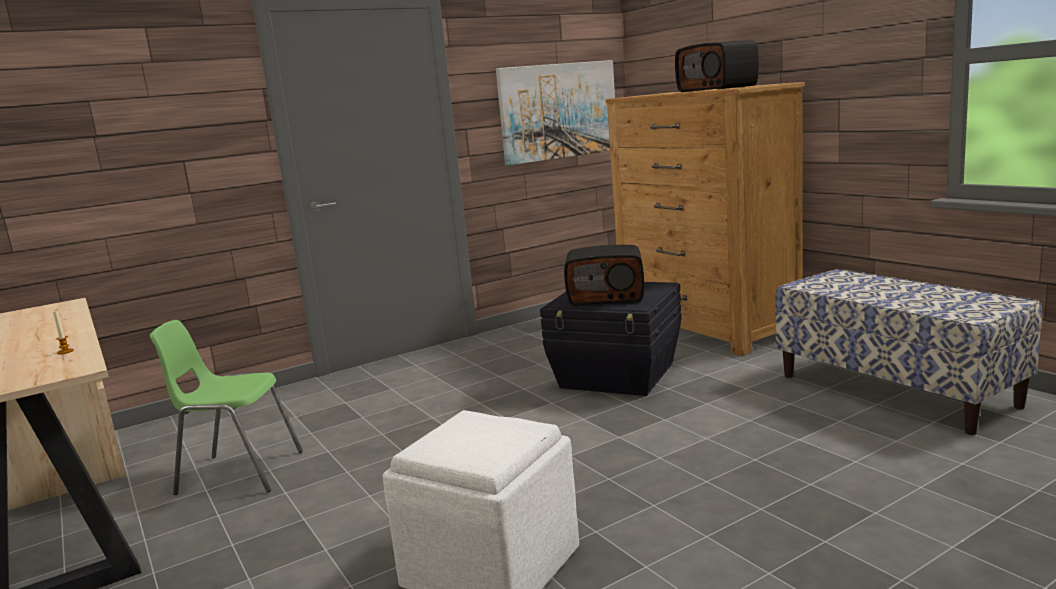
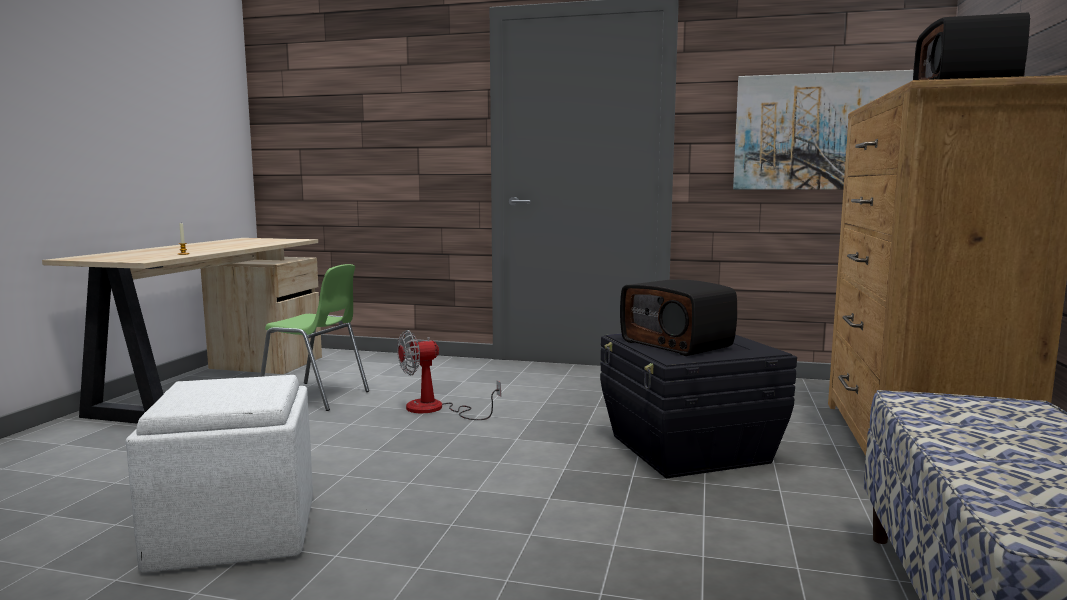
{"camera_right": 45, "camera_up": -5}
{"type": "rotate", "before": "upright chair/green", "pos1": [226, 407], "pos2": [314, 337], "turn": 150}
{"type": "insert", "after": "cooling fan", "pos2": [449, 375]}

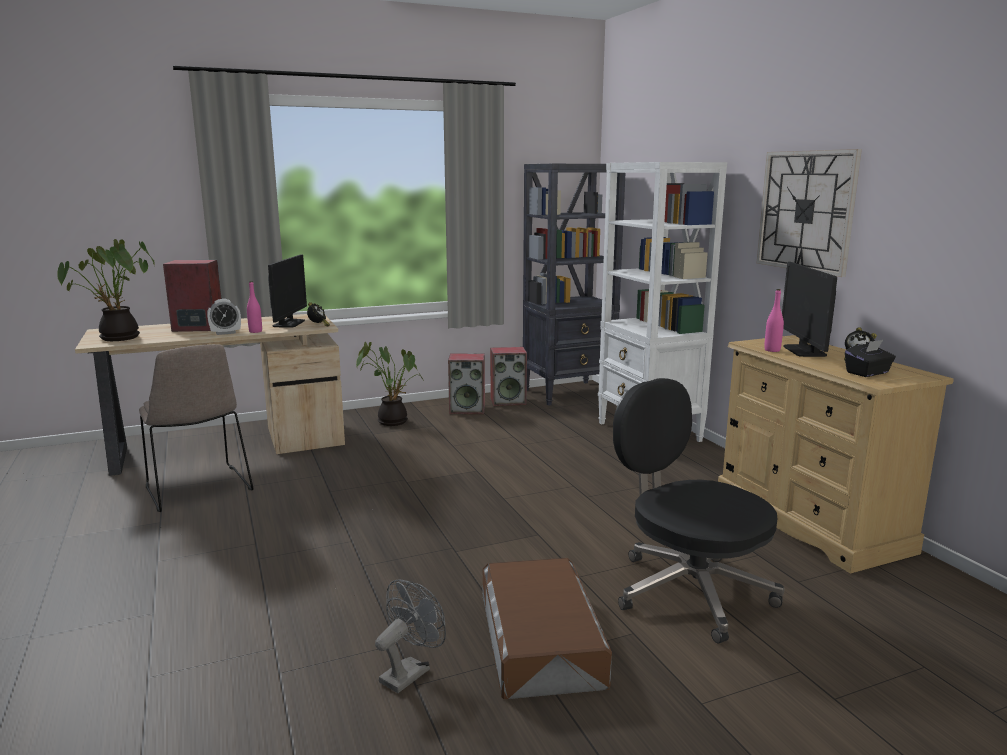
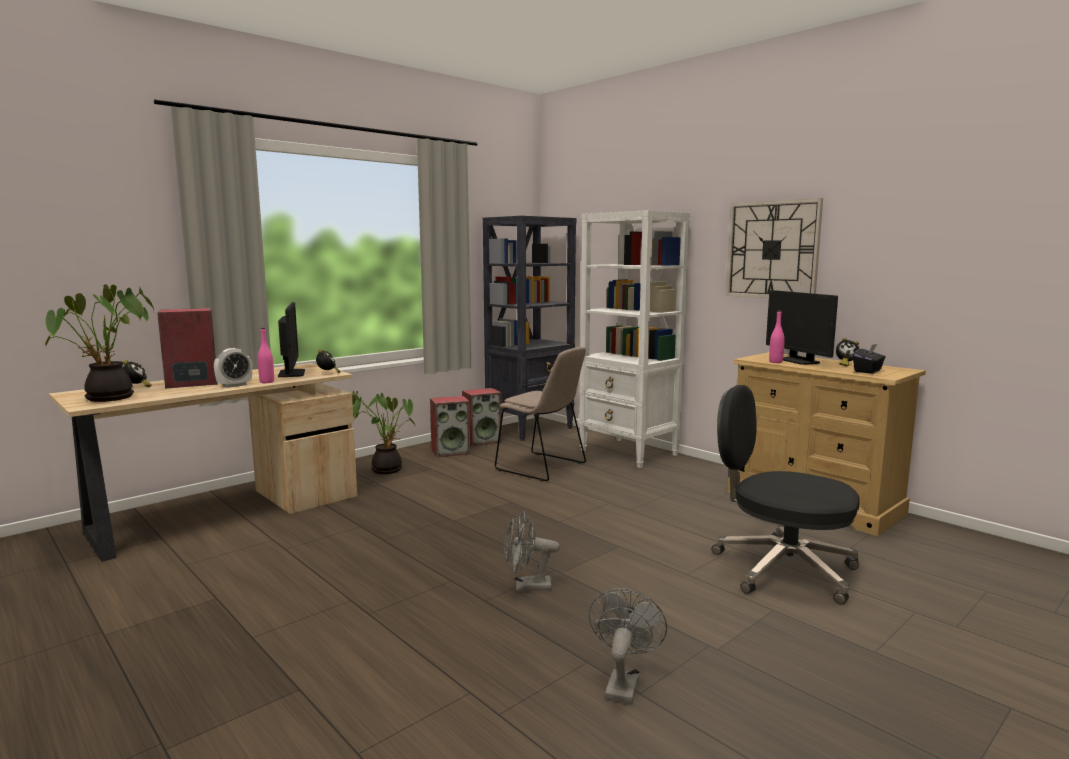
{"camera_right": -20, "camera_up": -5}
{"type": "move", "before": "upright chair/beige", "pos1": [196, 428], "pos2": [540, 414]}
{"type": "delete", "before": "storage bin/brown", "pos1": [547, 628]}
{"type": "insert", "after": "alarm clock", "pos2": [137, 373]}
{"type": "insert", "after": "cooling fan/gray", "pos2": [532, 551]}

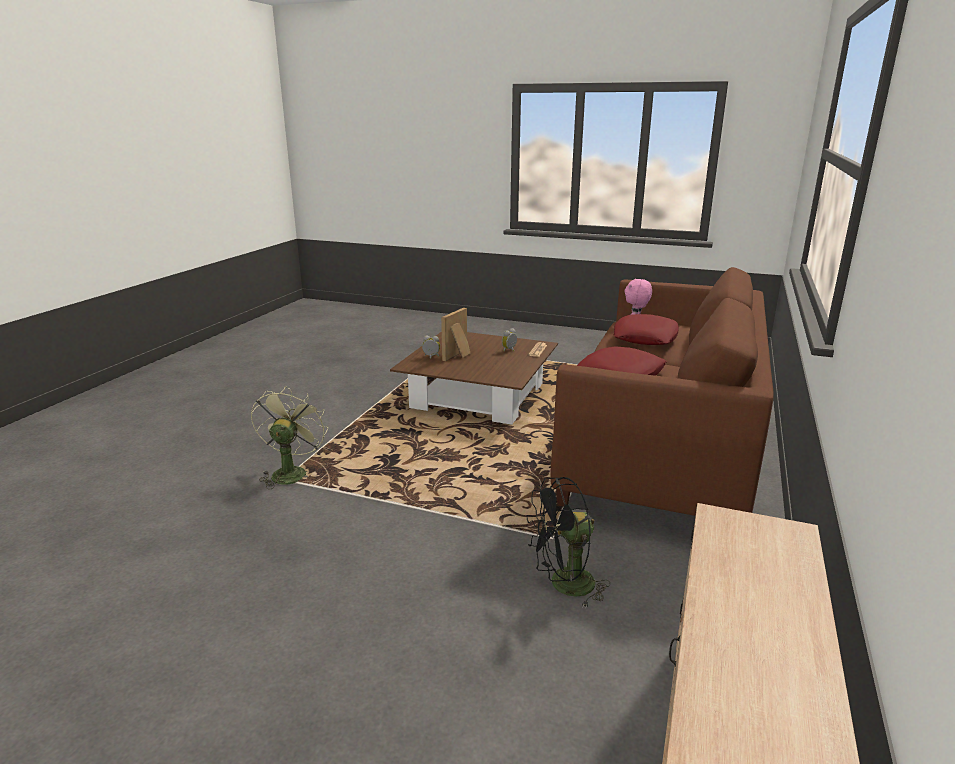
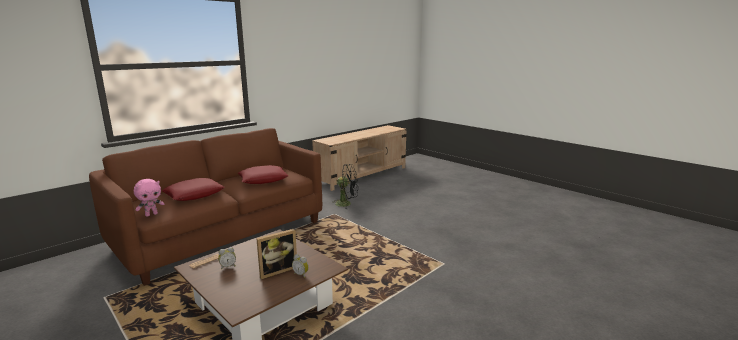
{"camera_right": -155, "camera_up": -5}
{"type": "delete", "before": "cooling fan/green", "pos1": [289, 437]}

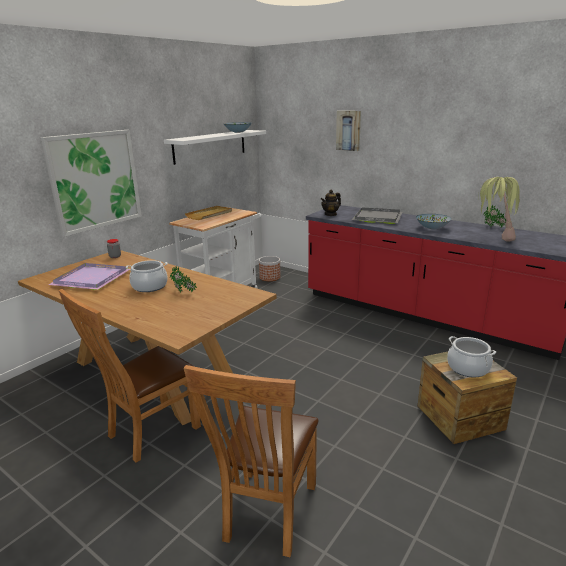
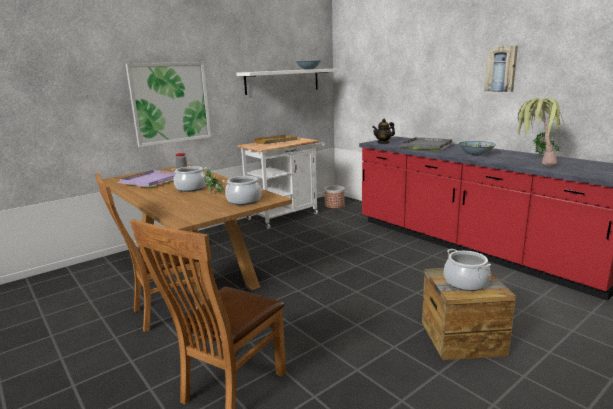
{"camera_right": 15, "camera_up": -5}
{"type": "move", "before": "picture", "pos1": [348, 131], "pos2": [501, 69]}
{"type": "insert", "after": "cooking pot", "pos2": [242, 190]}

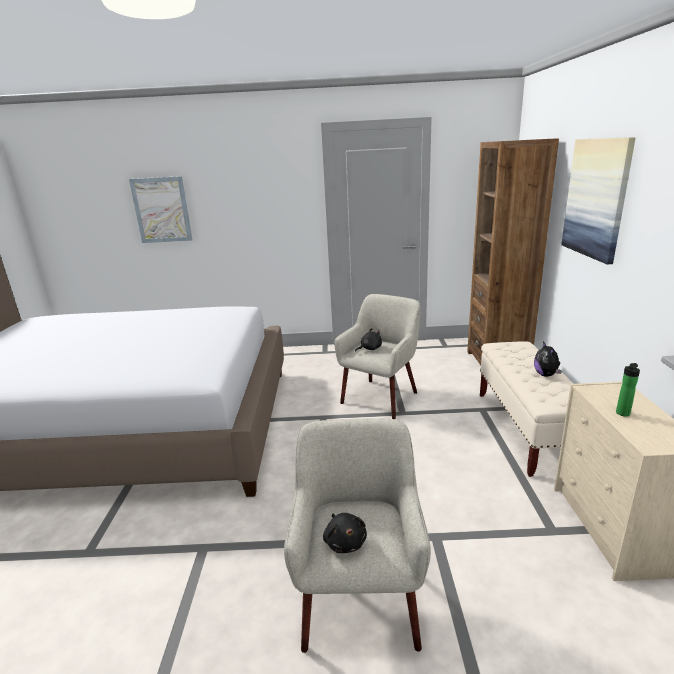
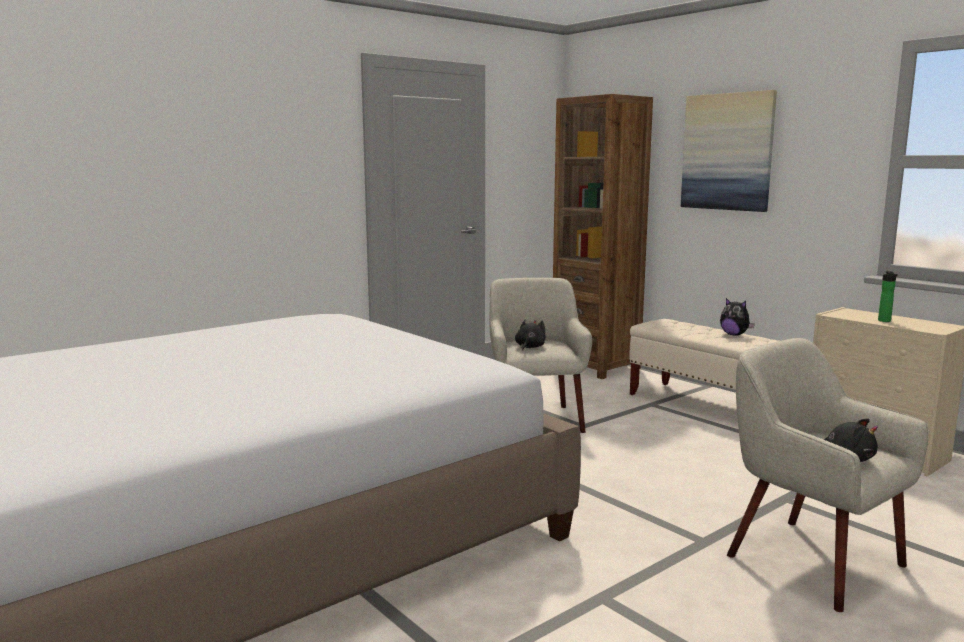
{"camera_right": -40, "camera_up": -10}
{"type": "delete", "before": "picture", "pos1": [160, 209]}

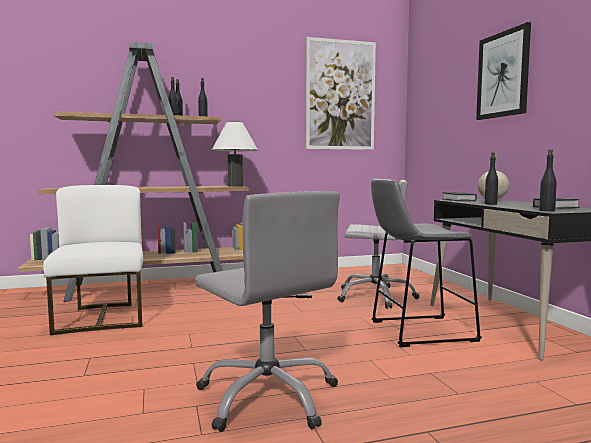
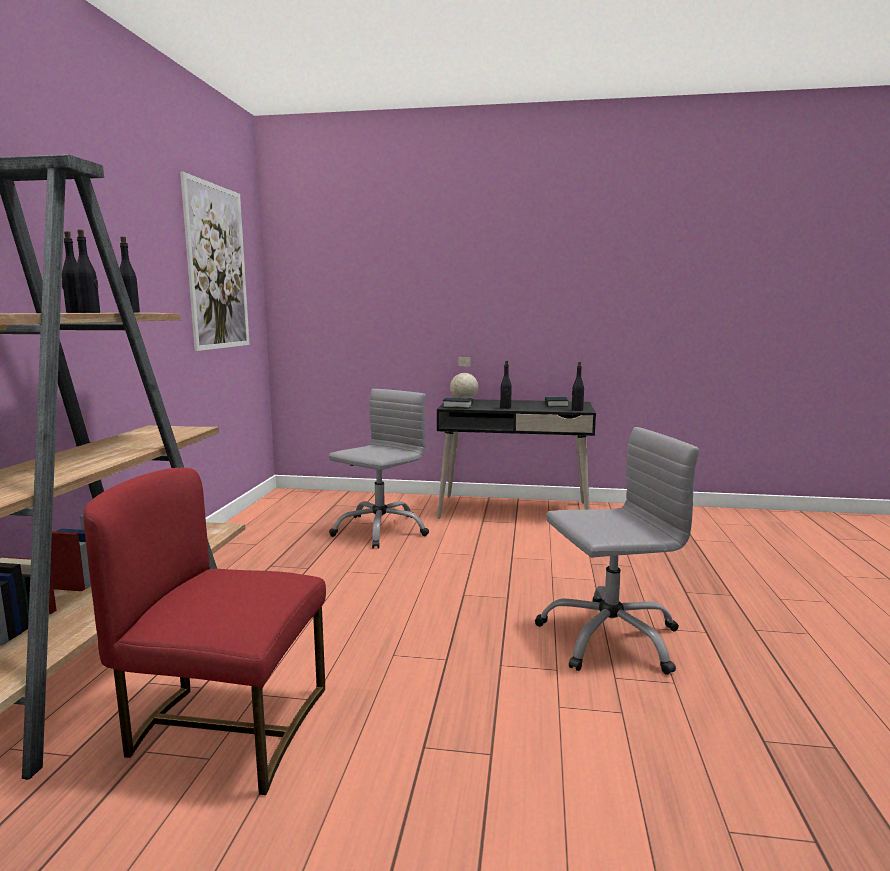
{"camera_right": -65, "camera_up": 5}
{"type": "recolor", "before": "upright chair/white", "after": "upright chair/red-coloured", "pos1": [93, 260], "pos2": [204, 631]}
{"type": "delete", "before": "tabletop lamp/white", "pos1": [235, 154]}
{"type": "delete", "before": "sitting stool/gray", "pos1": [426, 263]}
{"type": "delete", "before": "picture", "pos1": [503, 71]}

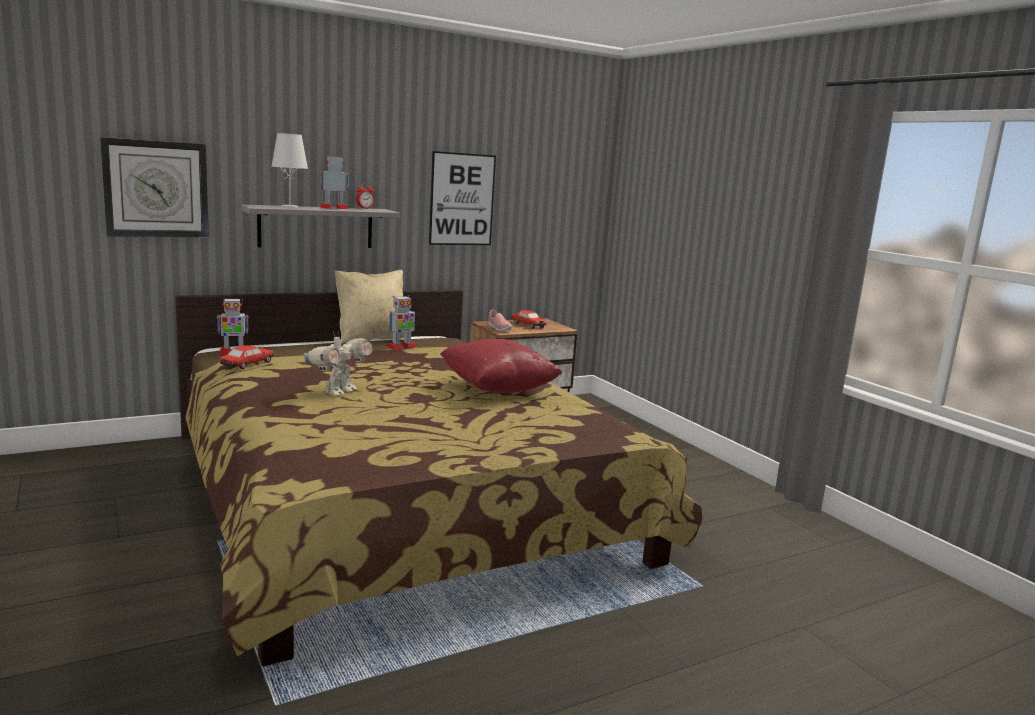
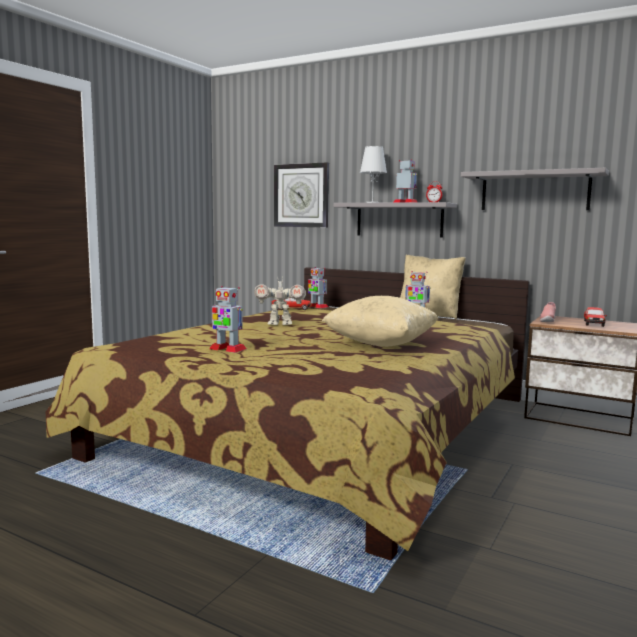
{"camera_right": 60, "camera_up": -5}
{"type": "replace", "before": "picture", "after": "shelf/gray", "pos1": [462, 198], "pos2": [535, 189]}
{"type": "recolor", "before": "cushion/red-coloured", "after": "cushion/beige", "pos1": [501, 366], "pos2": [380, 321]}
{"type": "insert", "after": "model robot", "pos2": [228, 319]}

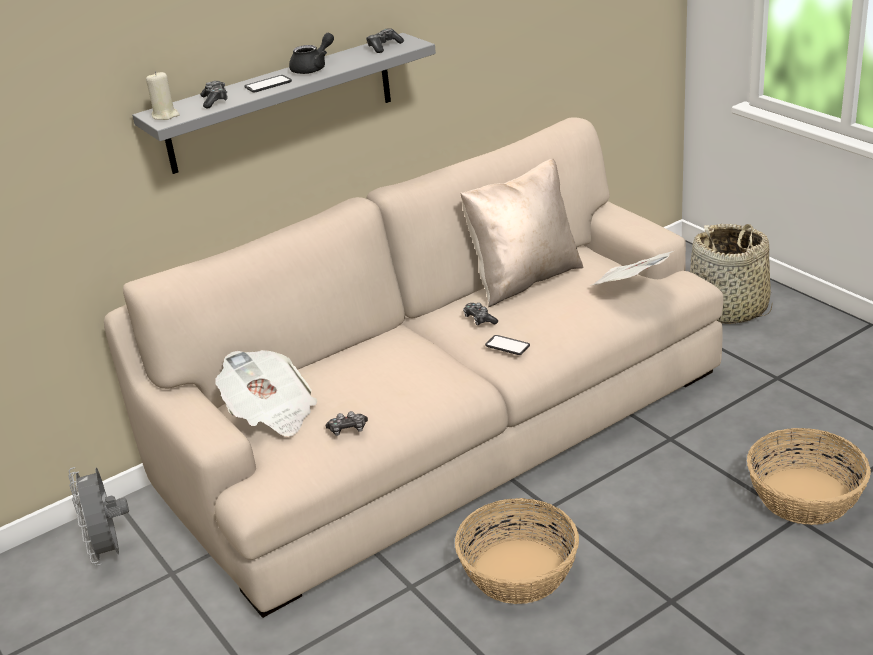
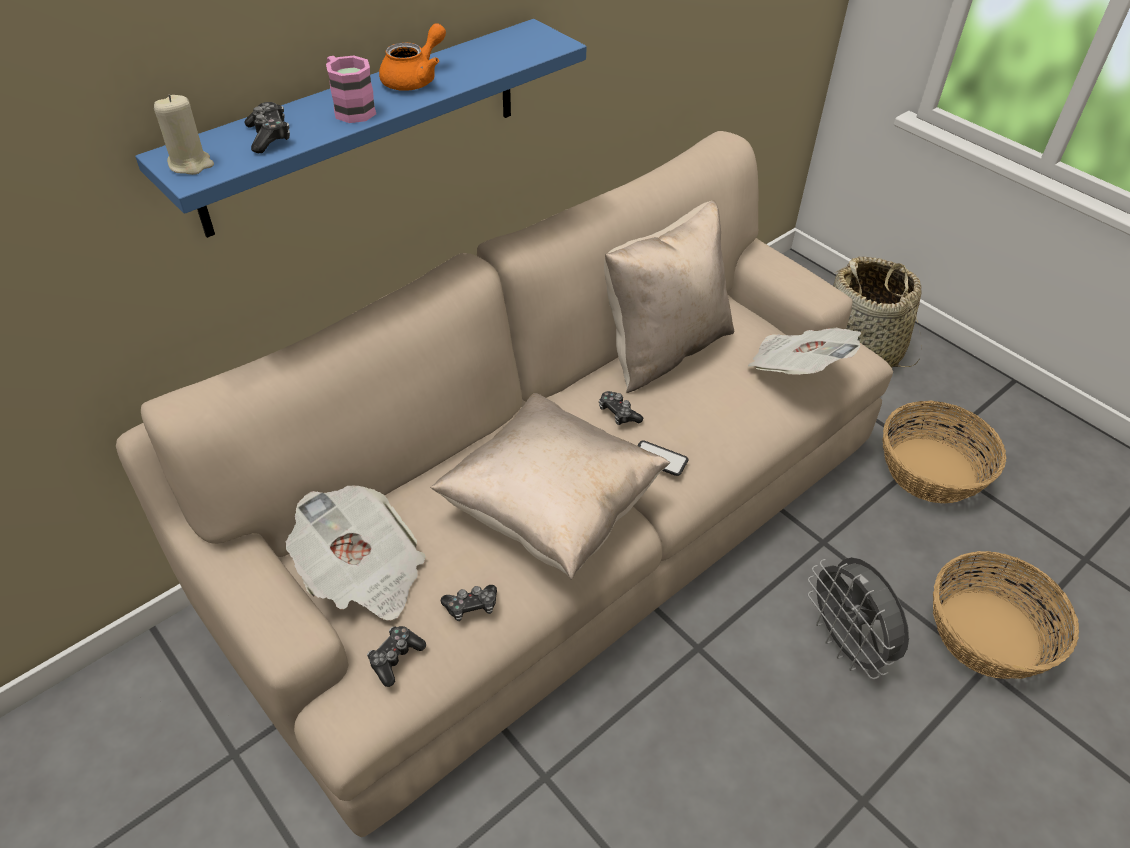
{"camera_right": -10, "camera_up": 15}
{"type": "move", "before": "cooling fan/gray", "pos1": [98, 516], "pos2": [858, 618]}
{"type": "recolor", "before": "shelf/gray", "after": "shelf/bluish", "pos1": [284, 103], "pos2": [361, 128]}
{"type": "replace", "before": "telephone", "after": "tea mug/pinkish", "pos1": [268, 83], "pos2": [351, 89]}
{"type": "recolor", "before": "teapot/black-coloured", "after": "teapot/orange-coloured", "pos1": [311, 53], "pos2": [412, 57]}
{"type": "move", "before": "gamepad", "pos1": [385, 40], "pos2": [396, 656]}
{"type": "move", "before": "household basket", "pos1": [517, 551], "pos2": [944, 451]}
{"type": "insert", "after": "cushion/beige", "pos2": [550, 486]}

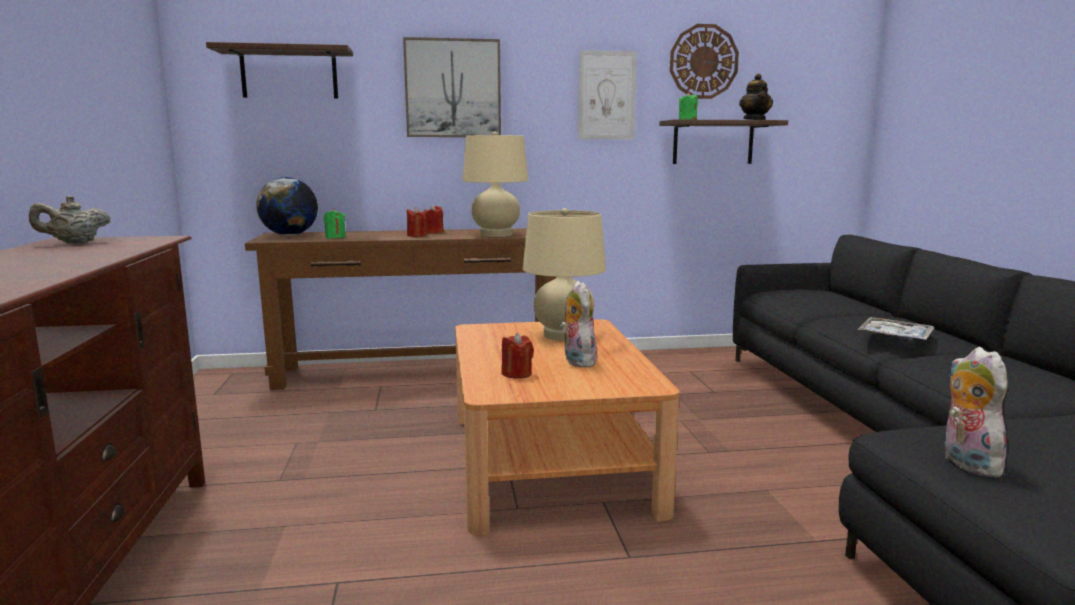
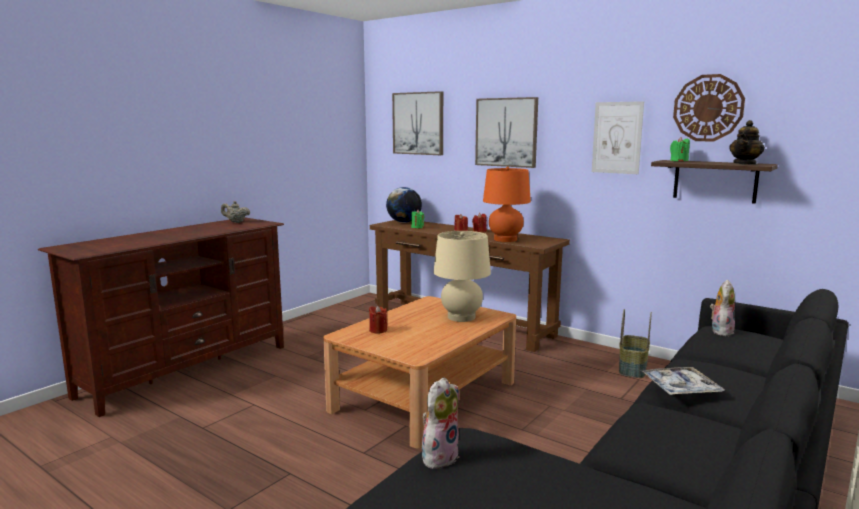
{"camera_right": 45, "camera_up": 0}
{"type": "replace", "before": "shelf", "after": "picture", "pos1": [279, 70], "pos2": [417, 123]}
{"type": "recolor", "before": "tabletop lamp/beige", "after": "tabletop lamp/orange-coloured", "pos1": [495, 184], "pos2": [507, 204]}
{"type": "move", "before": "plush toy", "pos1": [578, 324], "pos2": [722, 308]}
{"type": "insert", "after": "household basket", "pos2": [635, 343]}

